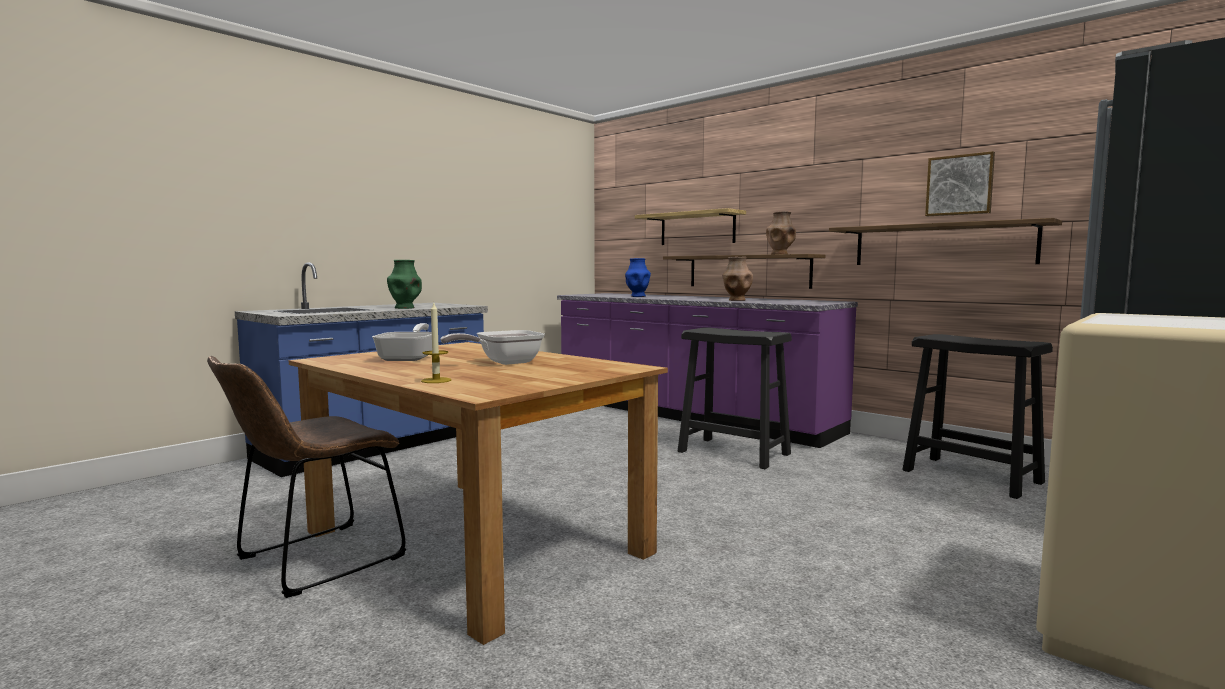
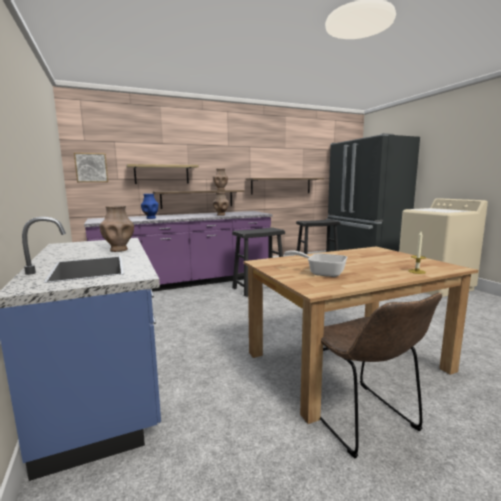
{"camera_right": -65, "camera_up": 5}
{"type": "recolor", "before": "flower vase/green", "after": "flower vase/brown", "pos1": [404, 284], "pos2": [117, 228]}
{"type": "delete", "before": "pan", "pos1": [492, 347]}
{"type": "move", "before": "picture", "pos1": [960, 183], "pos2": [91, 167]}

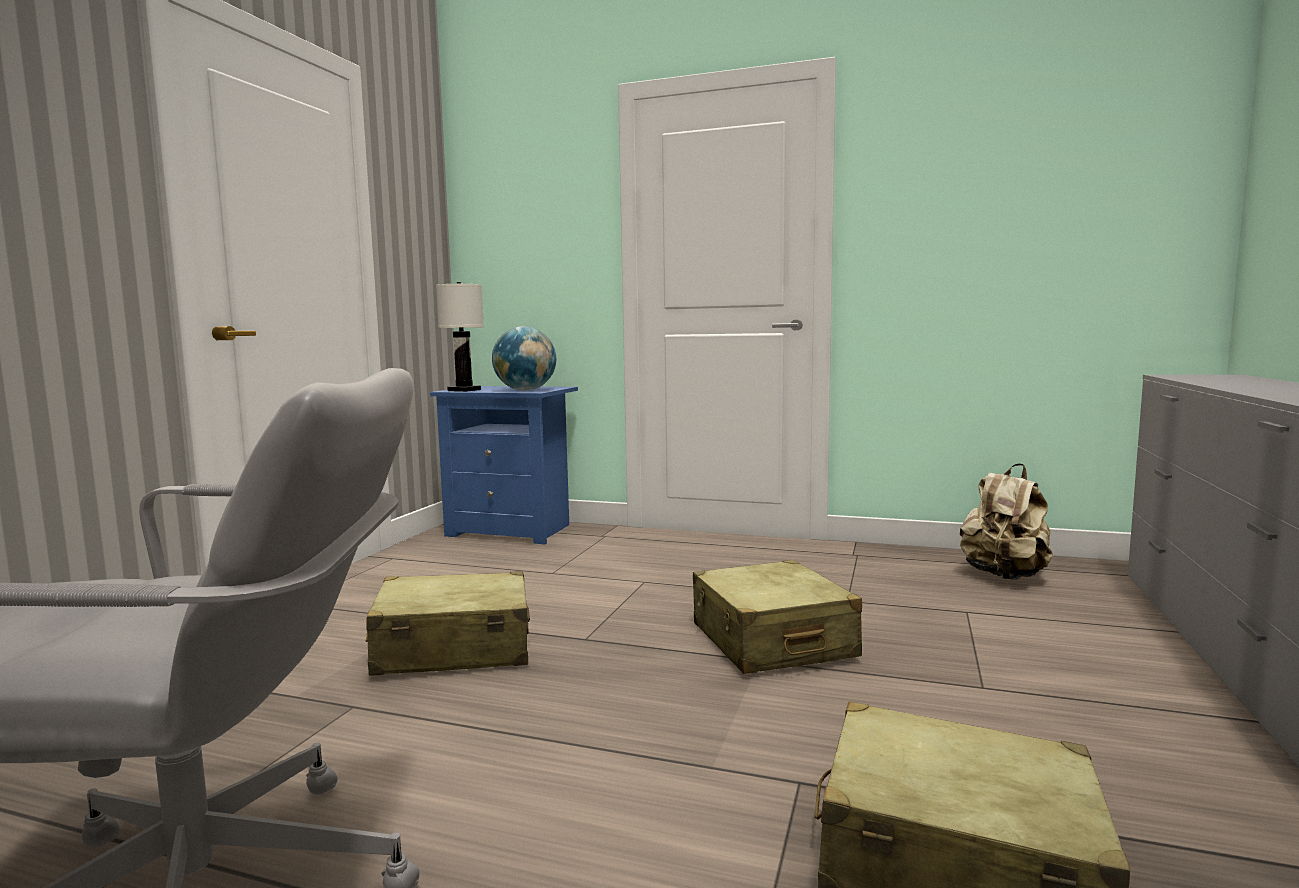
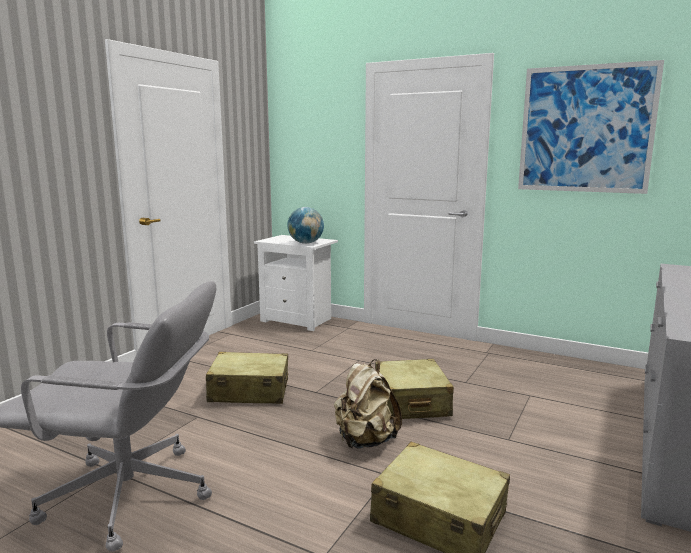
{"camera_right": 10, "camera_up": 5}
{"type": "recolor", "before": "night table/bluish", "after": "night table/white", "pos1": [504, 465], "pos2": [296, 283]}
{"type": "delete", "before": "tabletop lamp/white", "pos1": [460, 337]}
{"type": "move", "before": "backpack/beige", "pos1": [1006, 521], "pos2": [368, 404]}
{"type": "insert", "after": "picture", "pos2": [591, 127]}

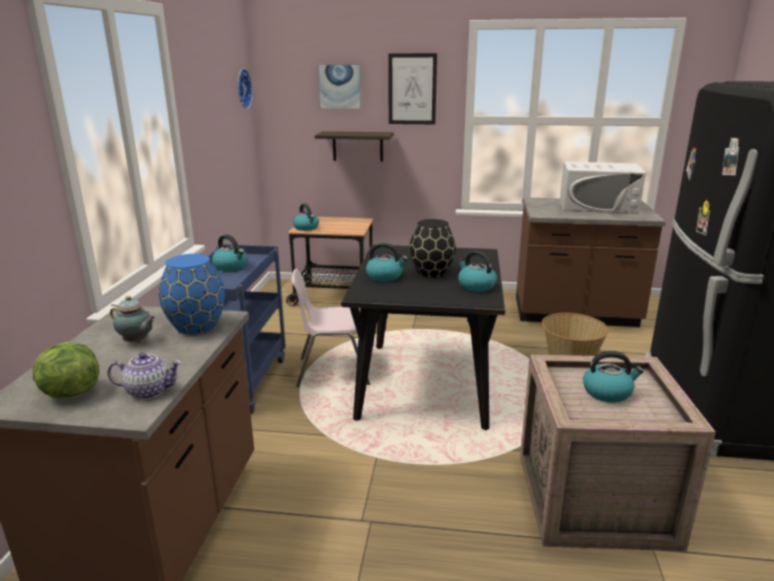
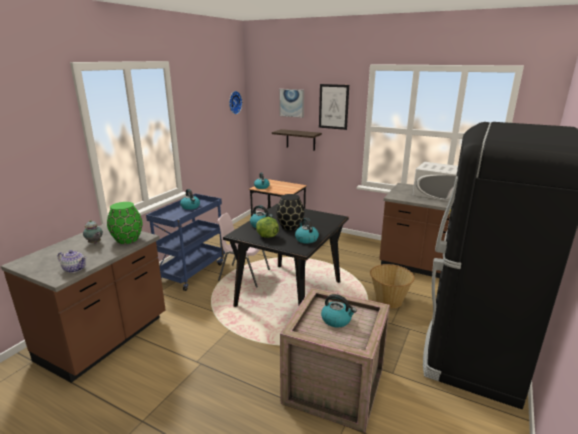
{"camera_right": 20, "camera_up": 0}
{"type": "move", "before": "lettuce head", "pos1": [66, 370], "pos2": [267, 227]}
{"type": "recolor", "before": "flower vase/bluish", "after": "flower vase/green", "pos1": [192, 294], "pos2": [124, 223]}

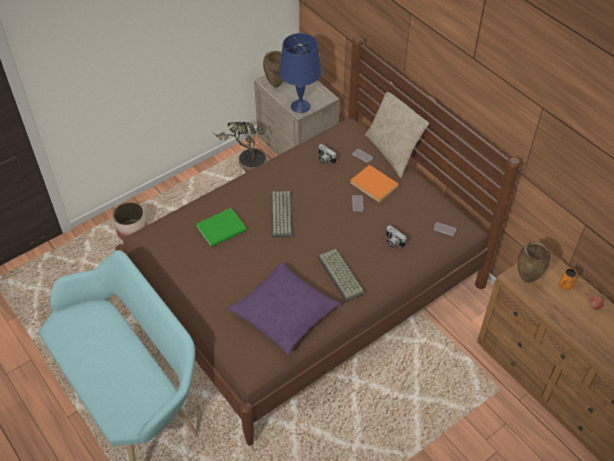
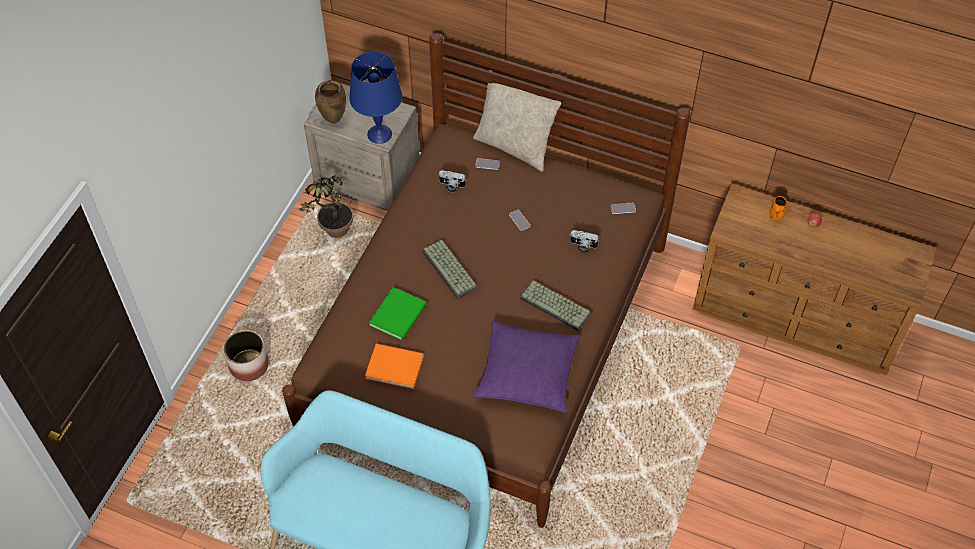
{"camera_right": -30, "camera_up": 5}
{"type": "move", "before": "volume/orange-coloured", "pos1": [374, 183], "pos2": [394, 366]}
{"type": "delete", "before": "flower vase/brown", "pos1": [533, 262]}

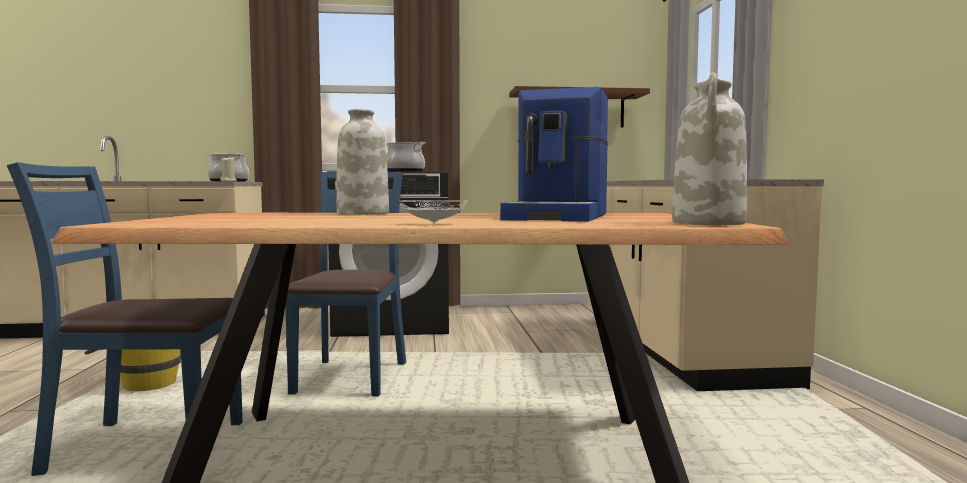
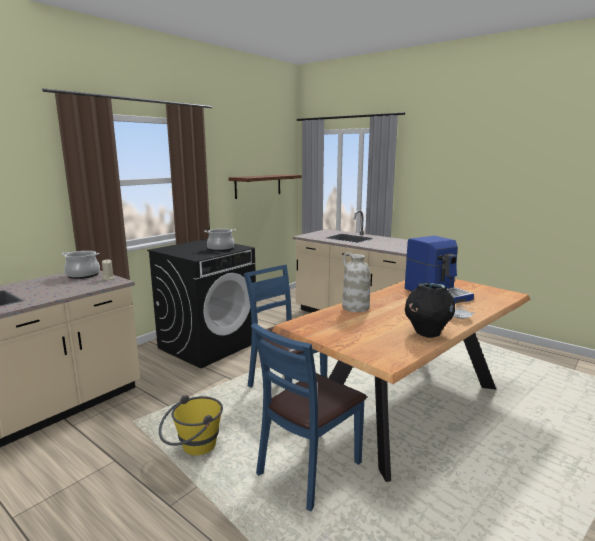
{"camera_right": -45, "camera_up": 10}
{"type": "delete", "before": "flower vase/white", "pos1": [709, 149]}
{"type": "insert", "after": "flower vase/black-coloured", "pos2": [430, 310]}

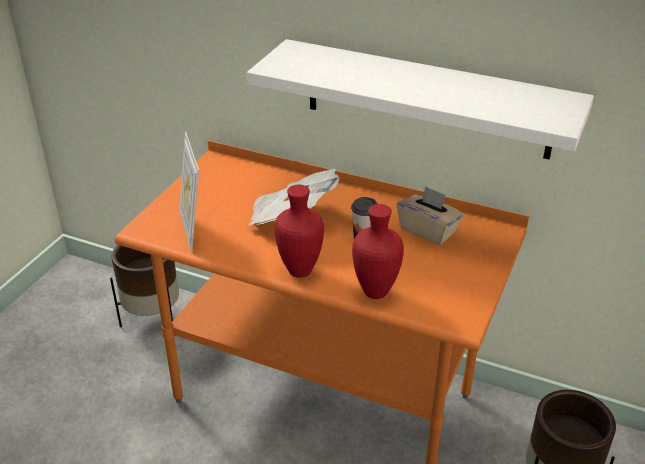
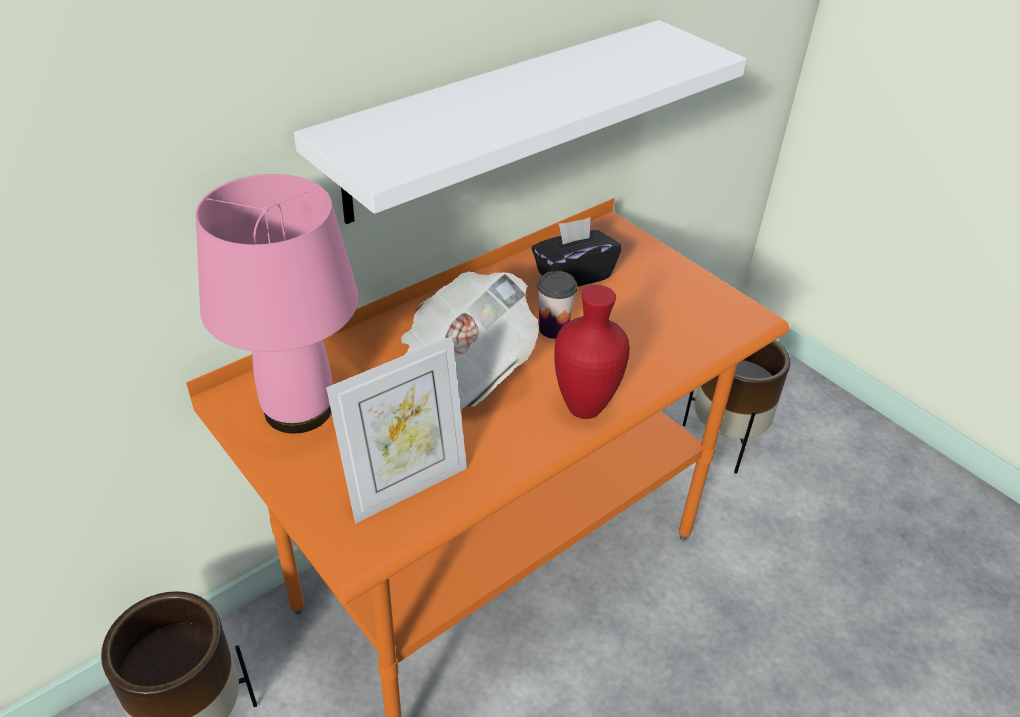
{"camera_right": -65, "camera_up": 5}
{"type": "rotate", "before": "picture frame", "pos1": [189, 192], "pos2": [396, 429], "turn": -45}
{"type": "delete", "before": "flower vase/red-coloured", "pos1": [378, 251]}
{"type": "recolor", "before": "tissue box/beige", "after": "tissue box/black-coloured", "pos1": [430, 215], "pos2": [577, 252]}
{"type": "insert", "after": "tabletop lamp/pinkish", "pos2": [277, 304]}

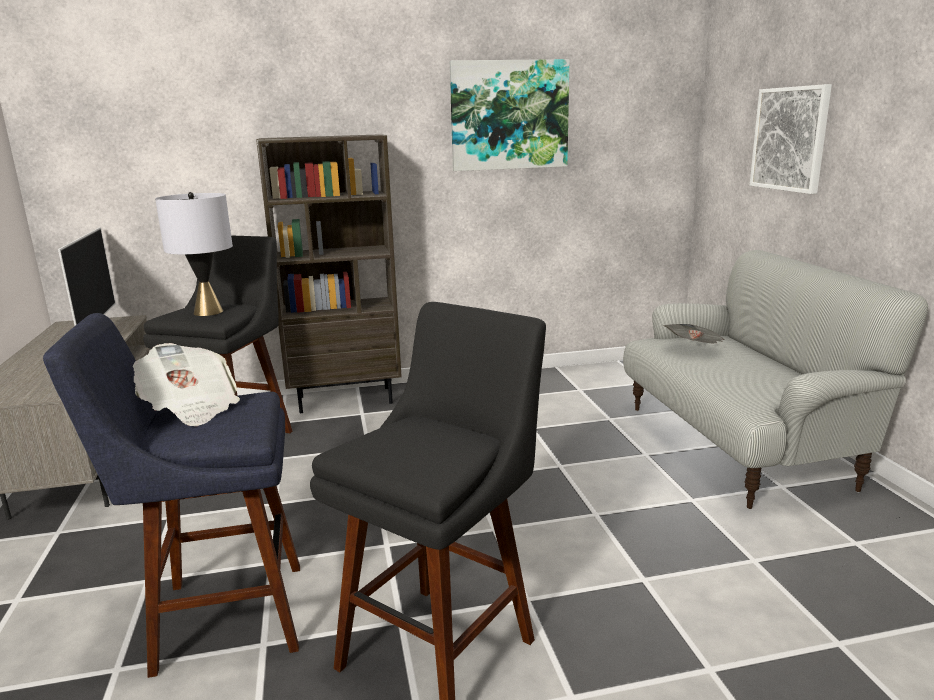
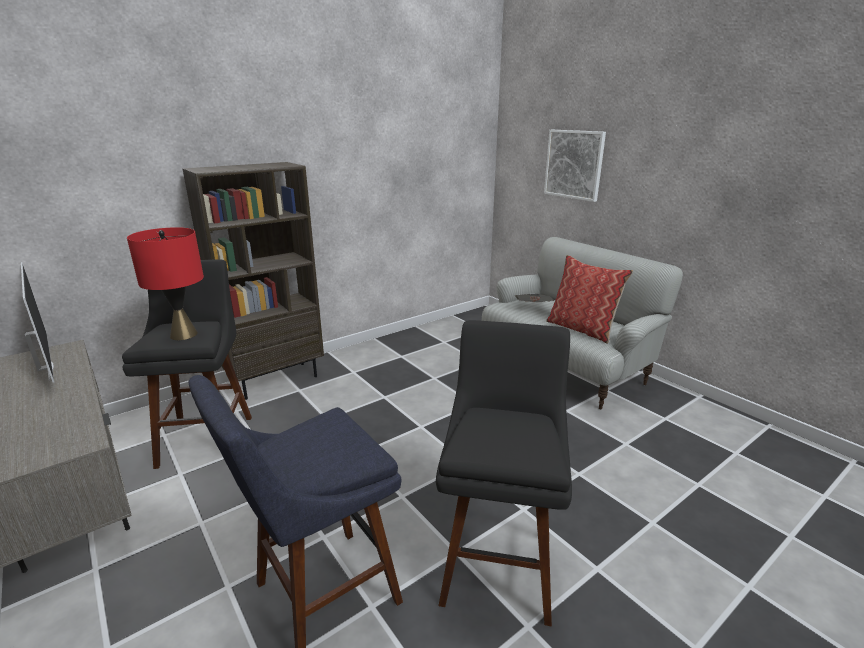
{"camera_right": -25, "camera_up": 5}
{"type": "delete", "before": "printed paper", "pos1": [186, 384]}
{"type": "recolor", "before": "tabletop lamp/gray", "after": "tabletop lamp/red-coloured", "pos1": [194, 254], "pos2": [165, 283]}
{"type": "delete", "before": "picture", "pos1": [510, 115]}
{"type": "insert", "after": "cushion", "pos2": [590, 299]}

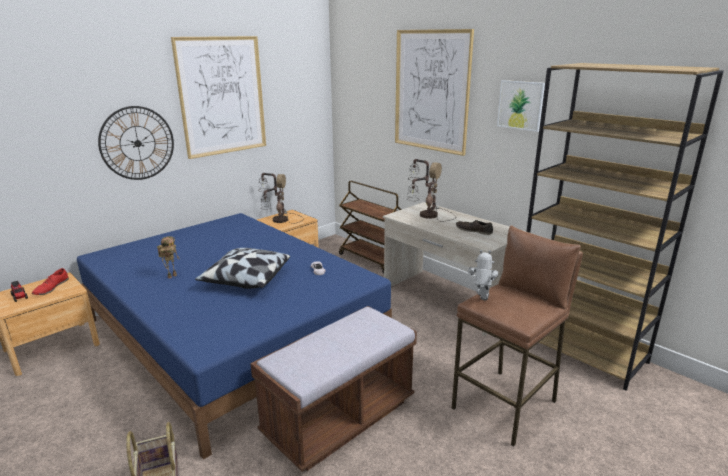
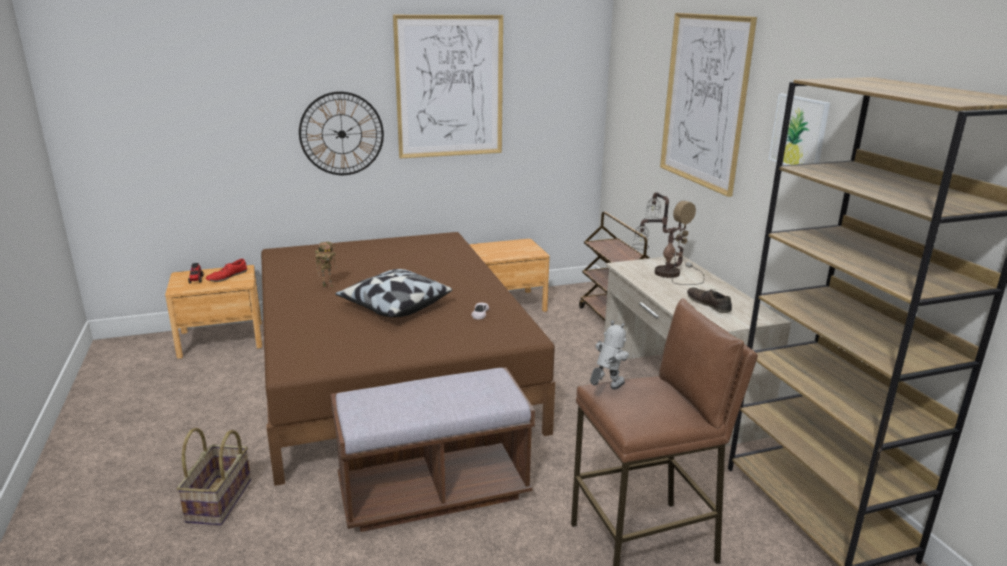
{"camera_right": 25, "camera_up": 0}
{"type": "recolor", "before": "bed/bluish", "after": "bed/brown", "pos1": [234, 336], "pos2": [408, 359]}
{"type": "delete", "before": "tabletop lamp", "pos1": [281, 198]}

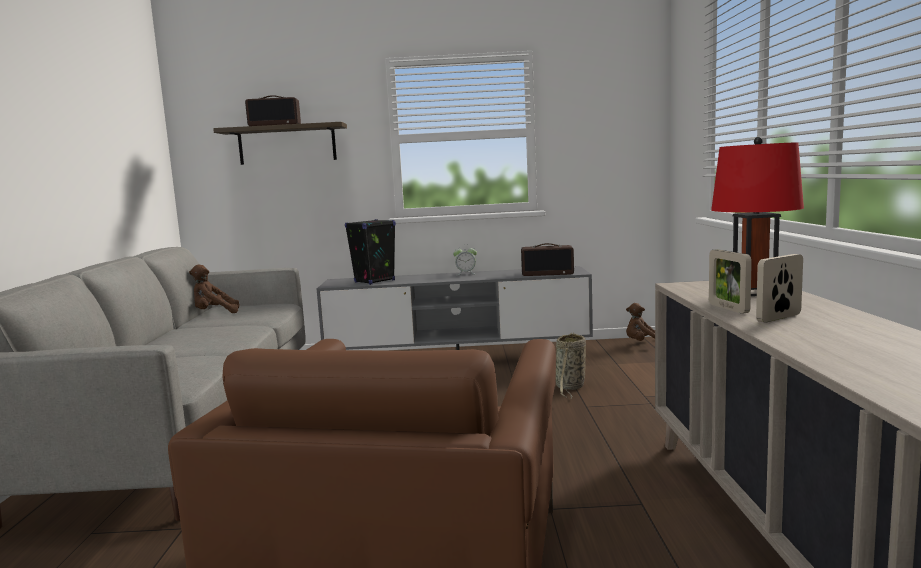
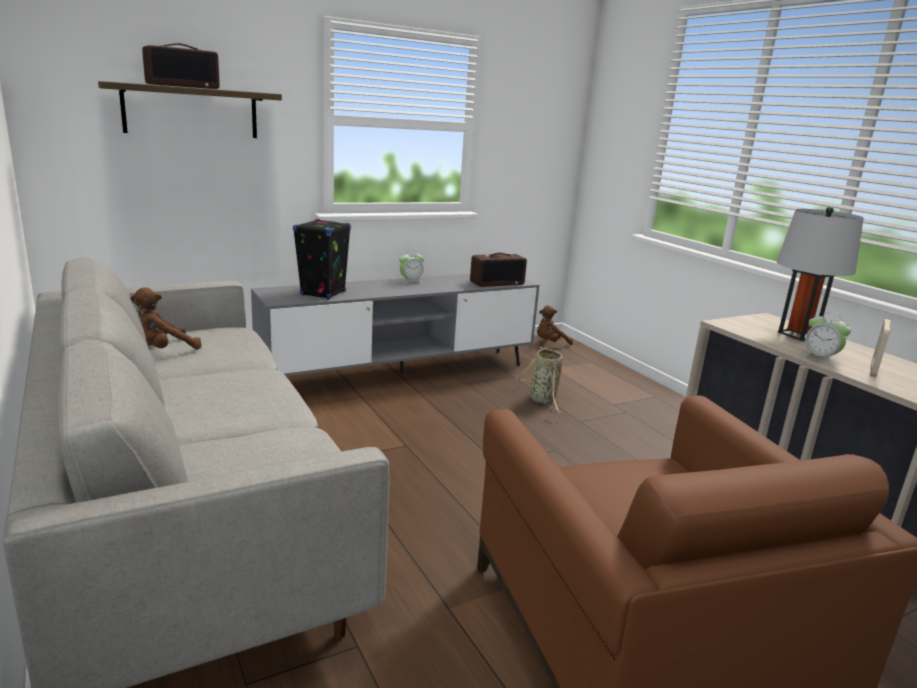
{"camera_right": -30, "camera_up": 10}
{"type": "replace", "before": "picture frame", "after": "alarm clock", "pos1": [730, 281], "pos2": [825, 339]}
{"type": "recolor", "before": "tabletop lamp/red-coloured", "after": "tabletop lamp/gray", "pos1": [757, 216], "pos2": [820, 274]}

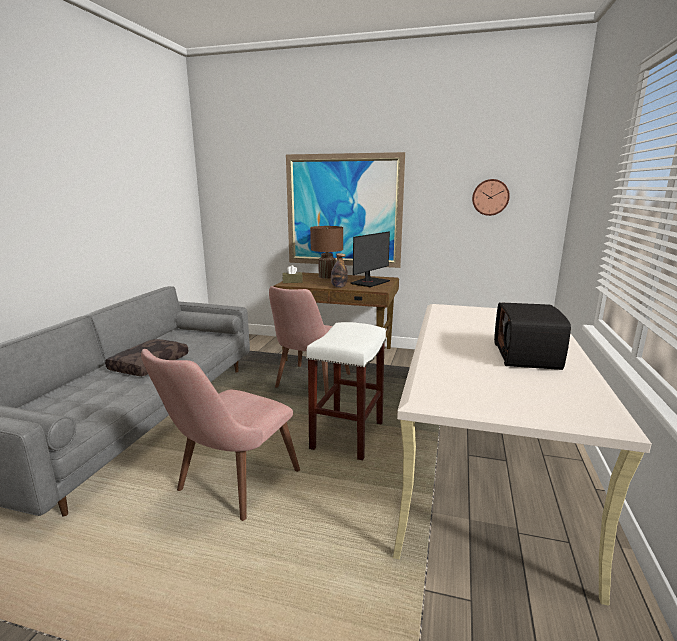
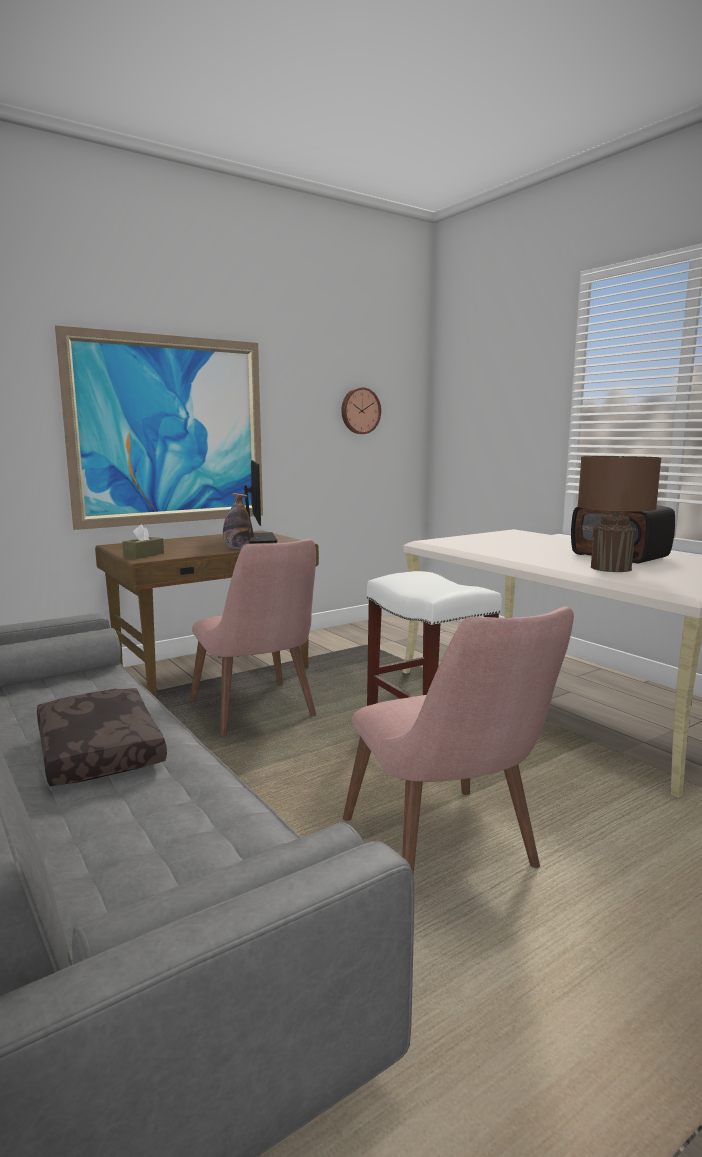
{"camera_right": -50, "camera_up": -5}
{"type": "move", "before": "tabletop lamp/brown", "pos1": [326, 252], "pos2": [619, 514]}

